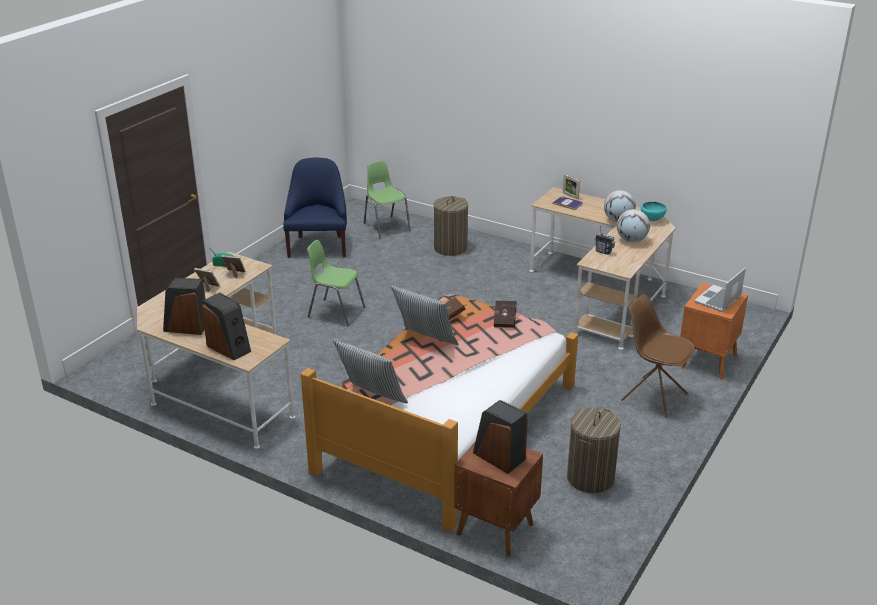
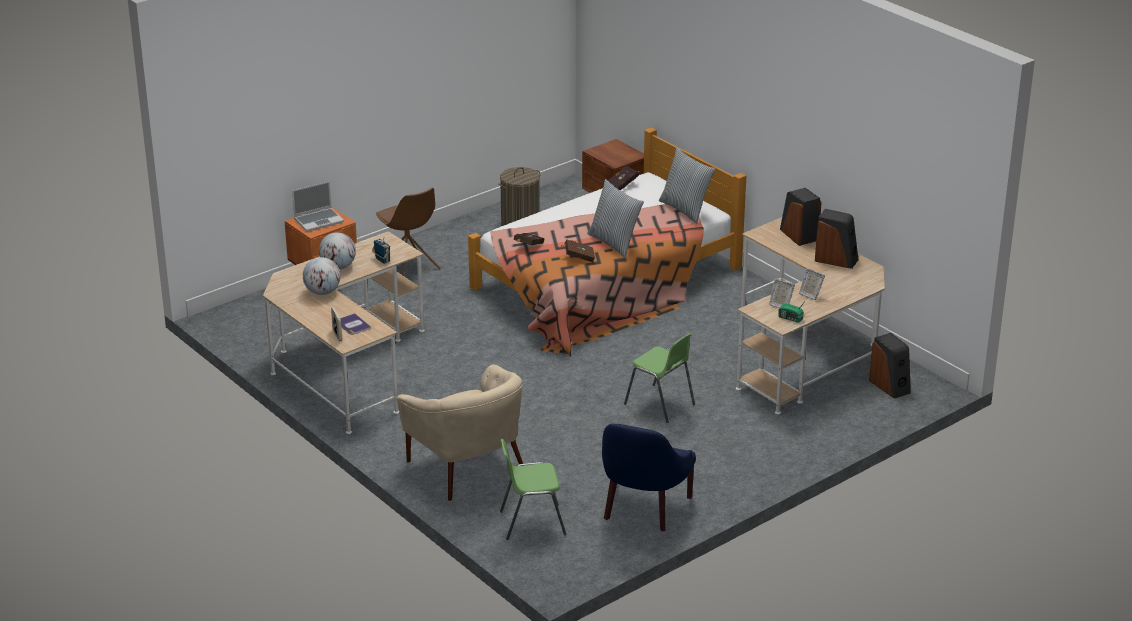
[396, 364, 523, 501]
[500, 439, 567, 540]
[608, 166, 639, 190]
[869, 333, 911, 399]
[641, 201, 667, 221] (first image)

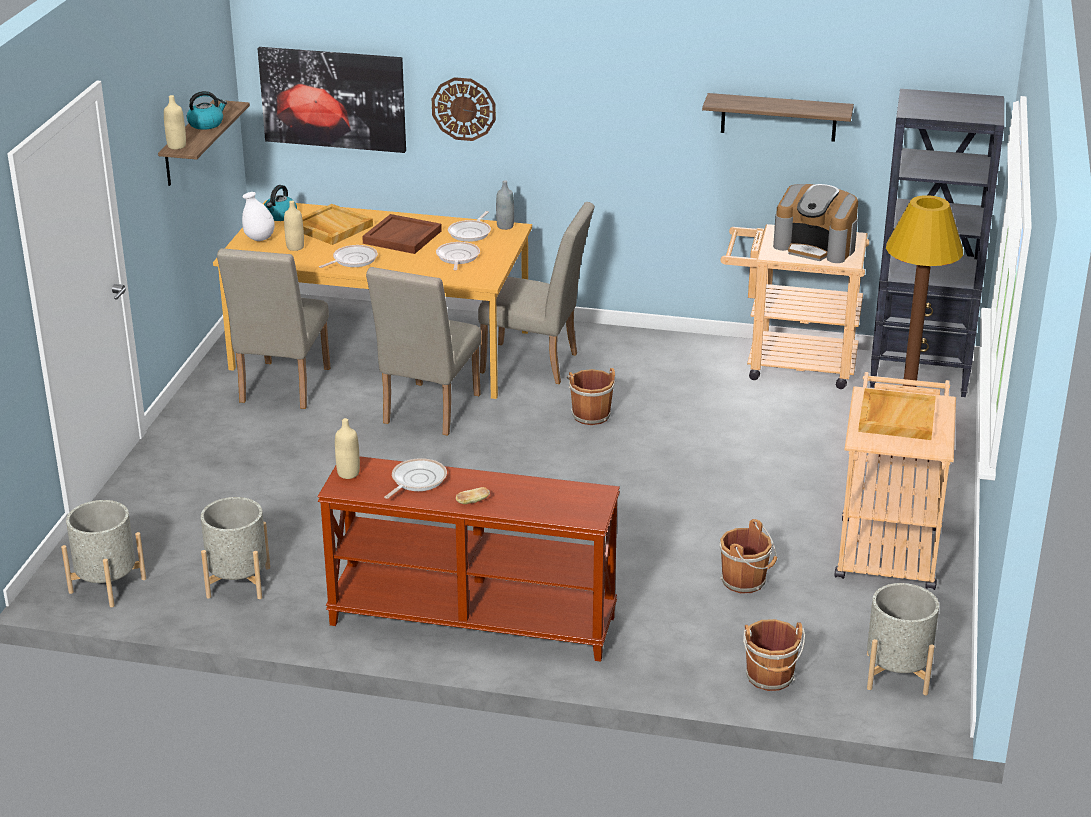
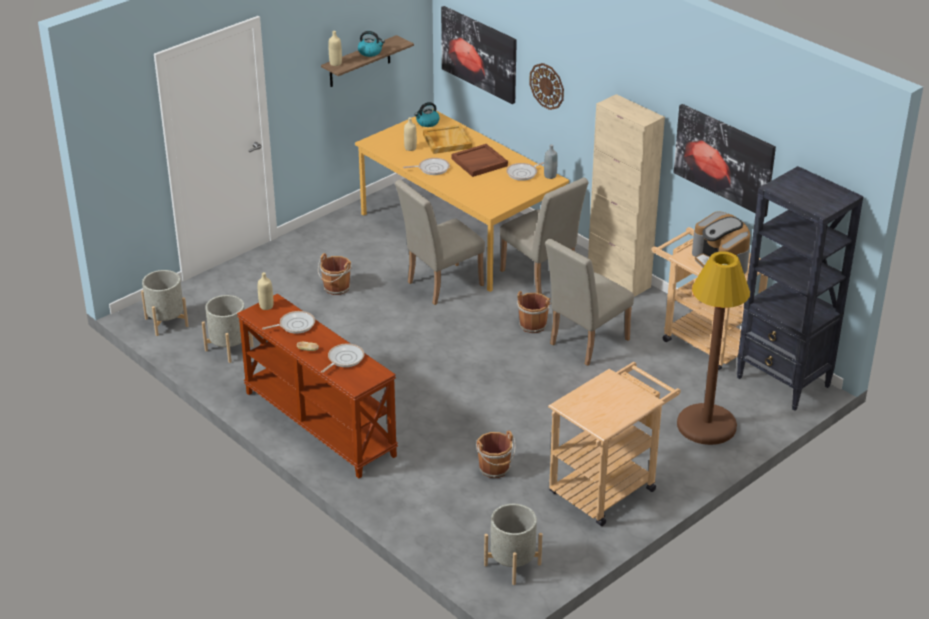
[318, 253, 352, 295]
[321, 343, 365, 373]
[545, 239, 634, 366]
[588, 94, 665, 297]
[673, 104, 776, 217]
[242, 192, 275, 241] (first image)
[858, 388, 936, 440] (first image)

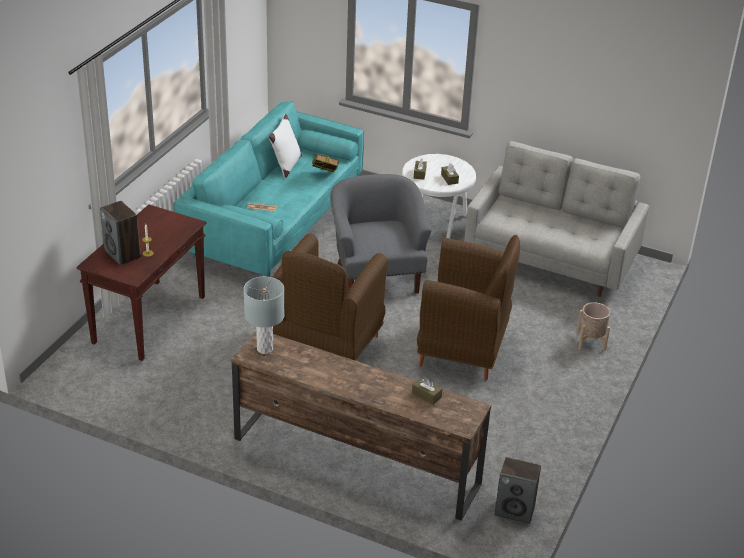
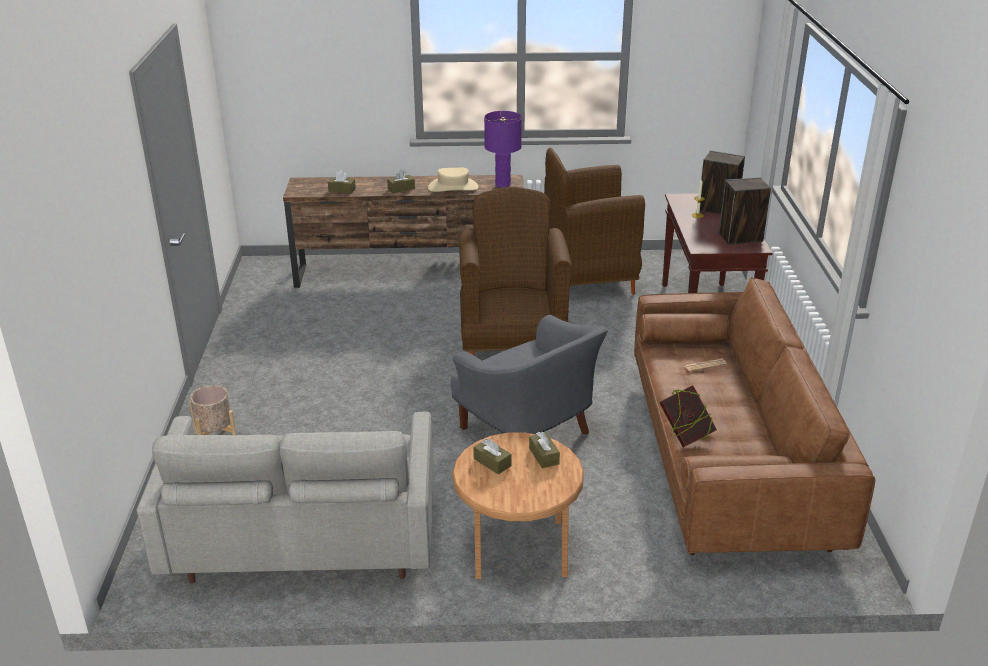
[387, 170, 415, 193]
[428, 168, 478, 192]
[452, 432, 584, 579]
[484, 111, 522, 187]
[544, 148, 645, 295]
[634, 277, 875, 555]
[719, 177, 771, 245]
[268, 114, 302, 178] (first image)

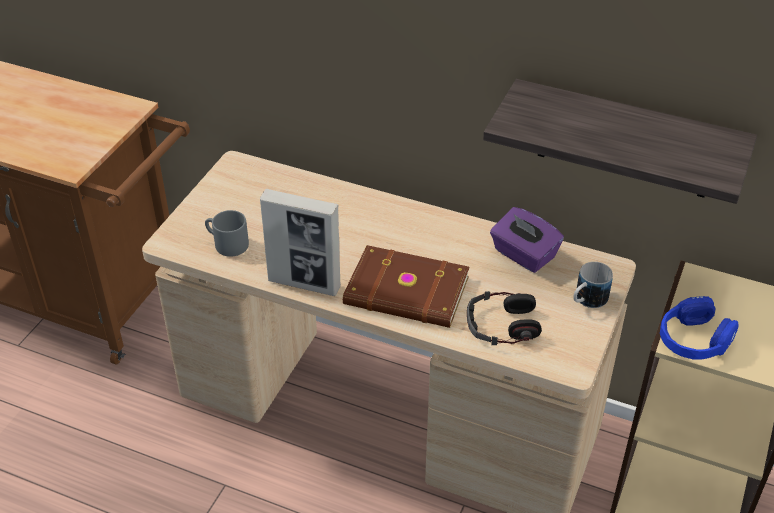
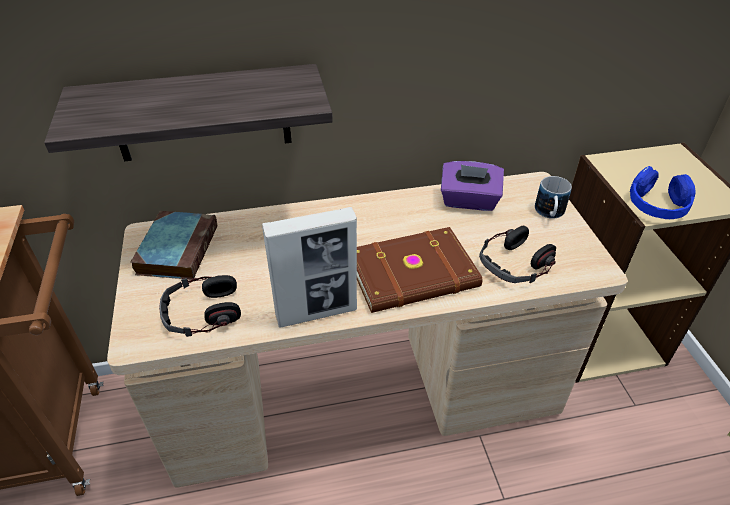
[44, 64, 333, 161]
[130, 211, 217, 280]
[159, 275, 241, 337]

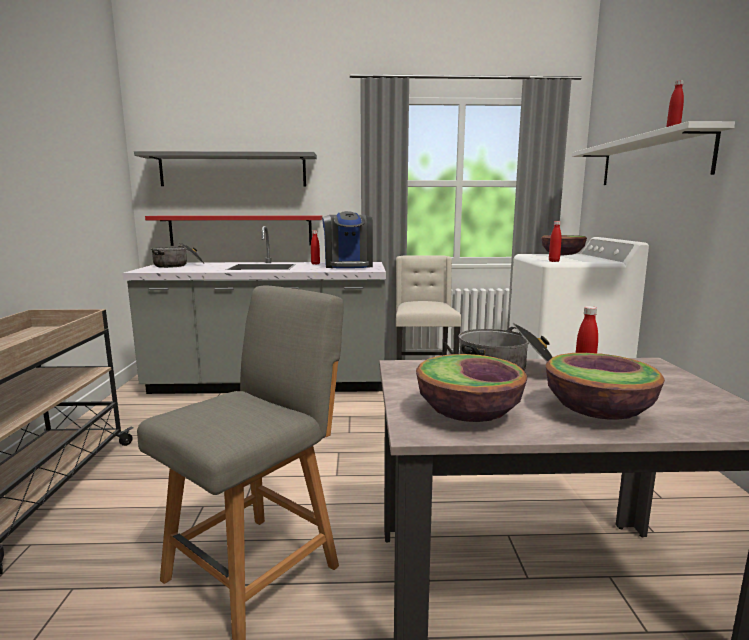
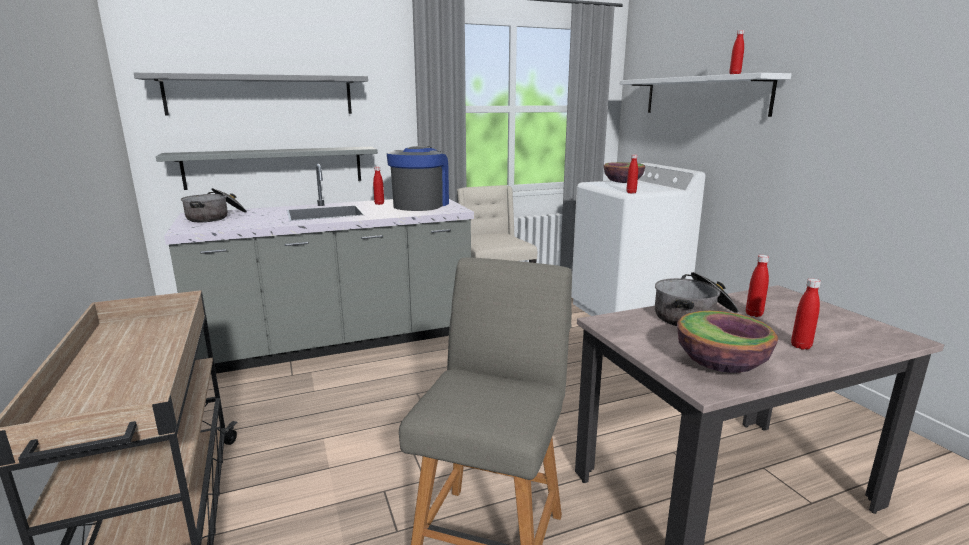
[156, 147, 378, 190]
[386, 146, 449, 211]
[791, 278, 821, 350]

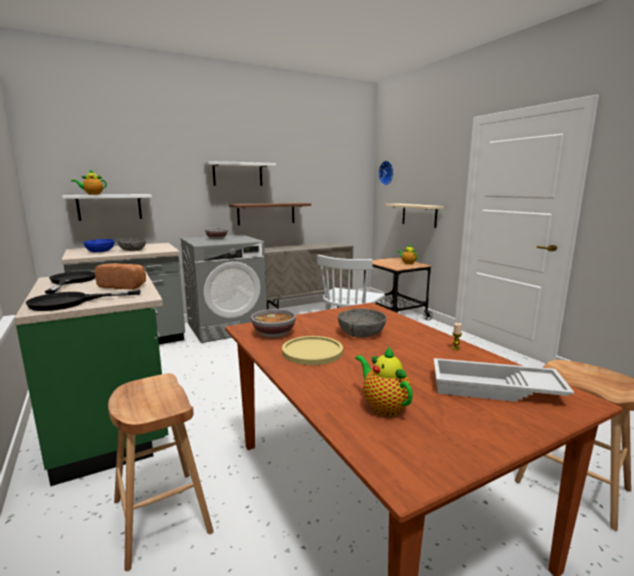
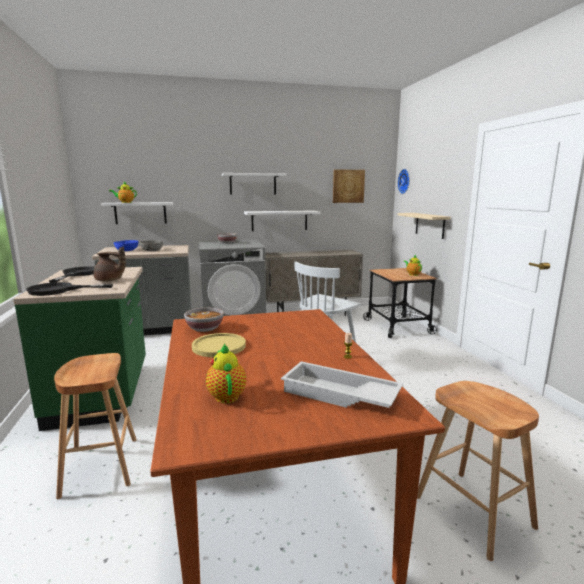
[94, 246, 126, 281]
[244, 210, 321, 231]
[333, 170, 365, 203]
[338, 309, 386, 338] (first image)

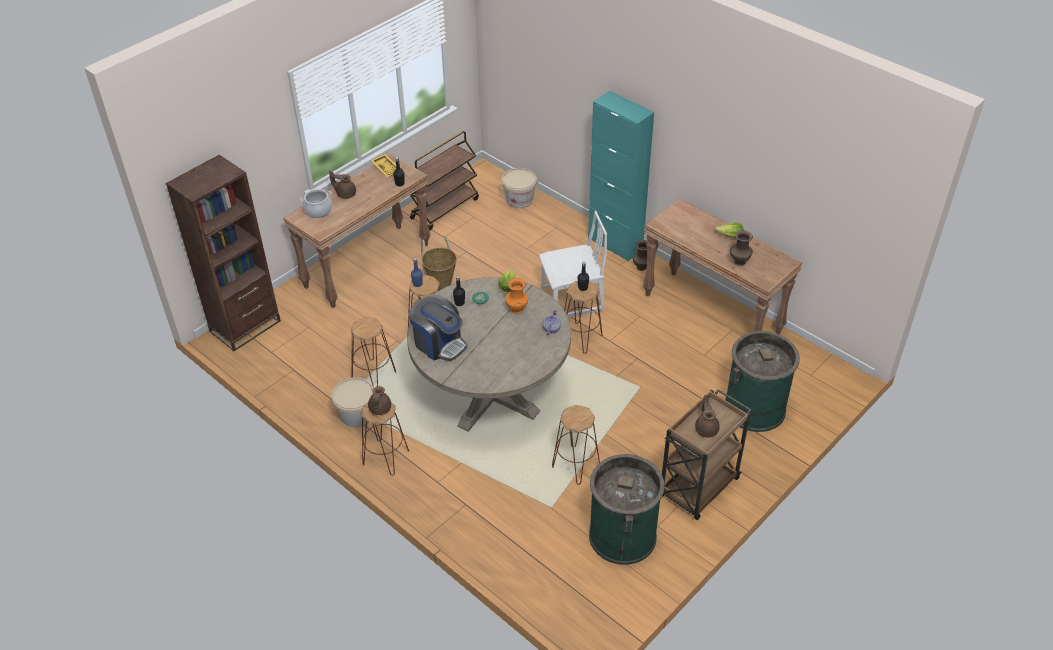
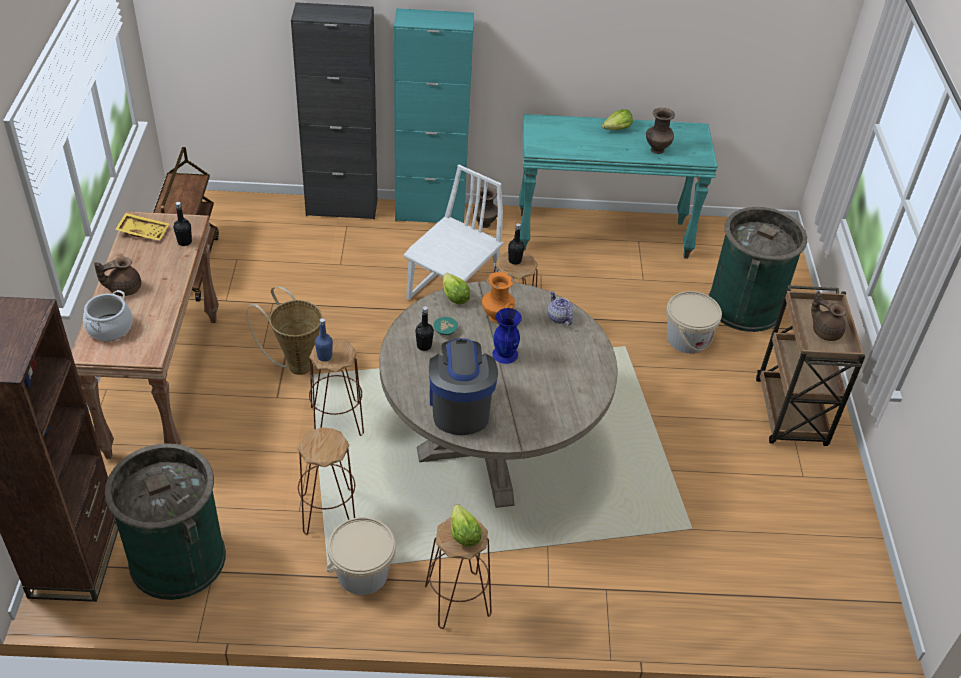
[105, 443, 226, 600]
[291, 2, 377, 220]
[429, 338, 498, 435]
[451, 504, 482, 547]
[492, 308, 522, 364]
[519, 114, 718, 259]
[666, 291, 722, 354]
[552, 405, 600, 485] (first image)

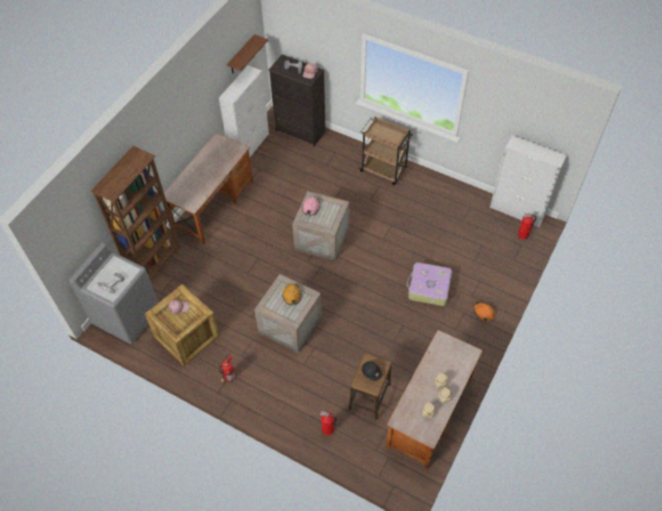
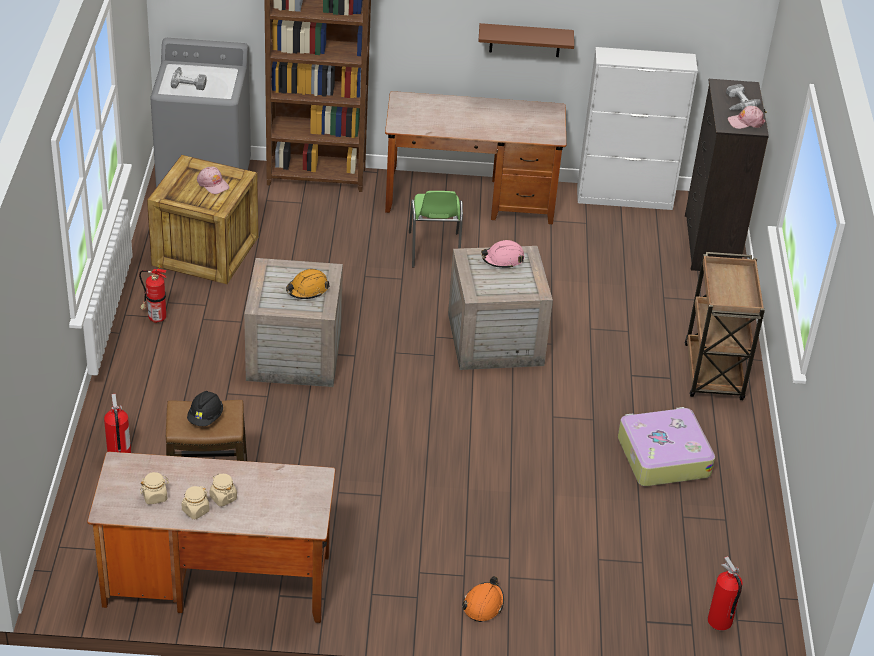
[409, 191, 463, 267]
[478, 23, 574, 57]
[618, 407, 715, 486]
[490, 135, 567, 227] (first image)

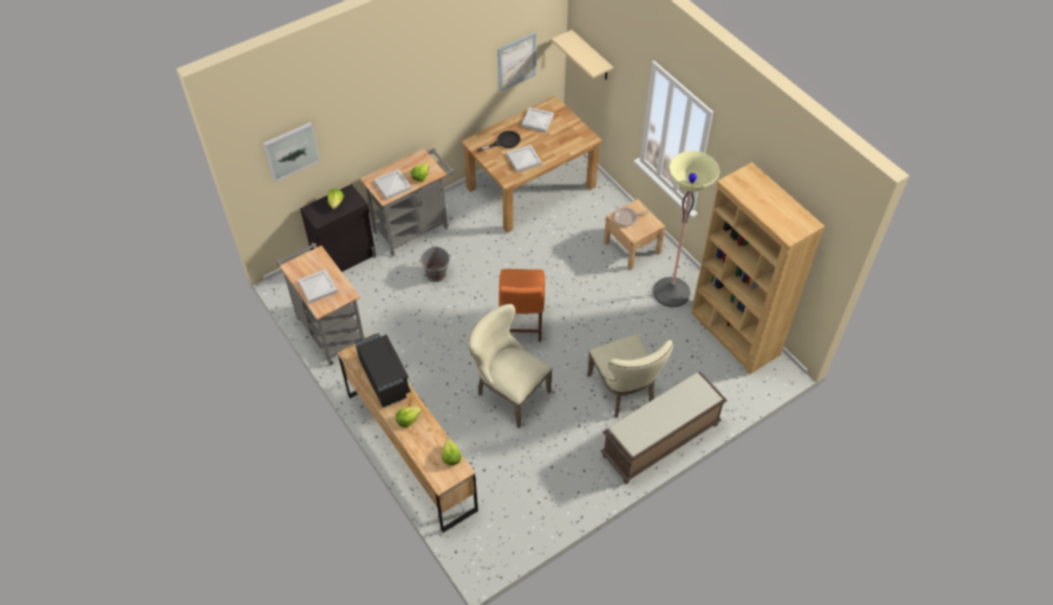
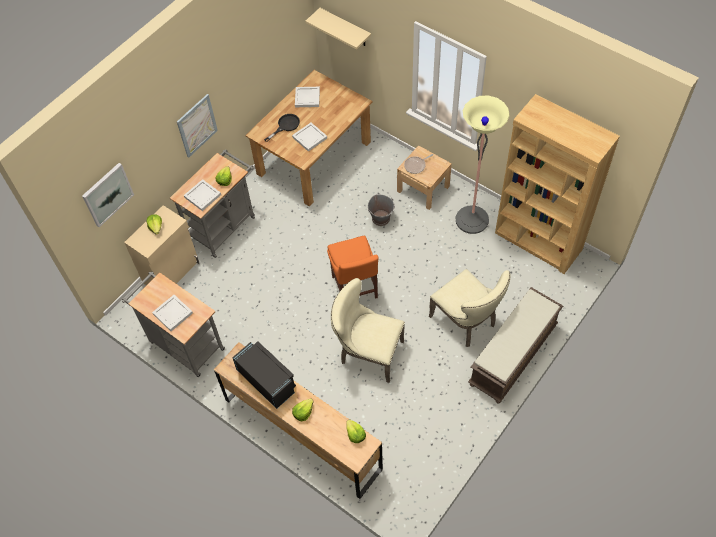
[124, 205, 199, 285]
[177, 94, 218, 158]
[368, 194, 395, 226]

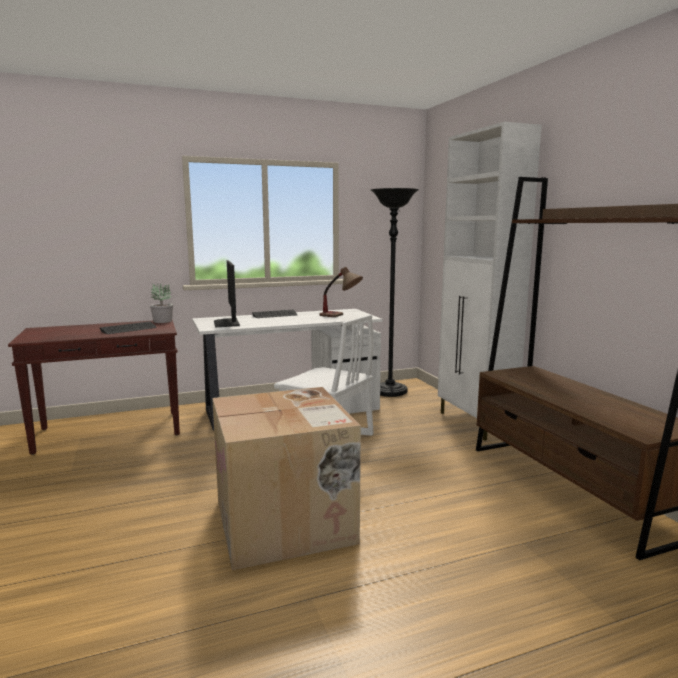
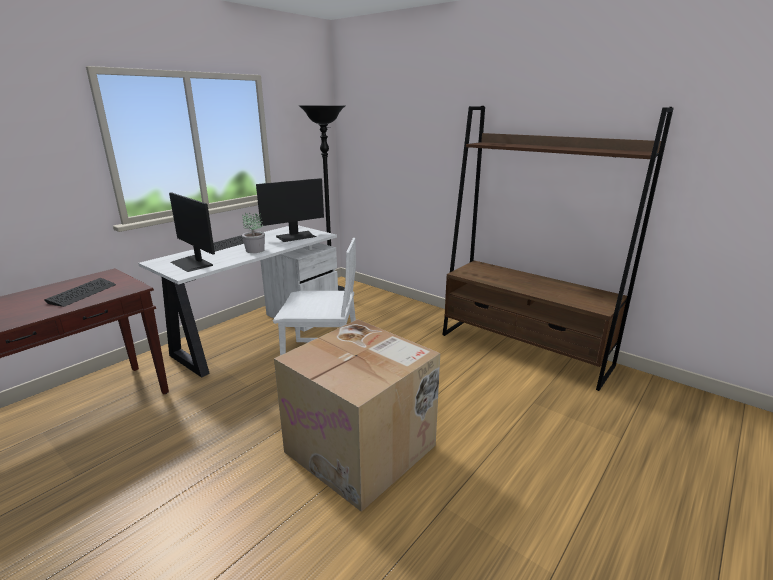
[242, 213, 265, 253]
[256, 178, 324, 242]
[438, 122, 542, 441] (first image)

